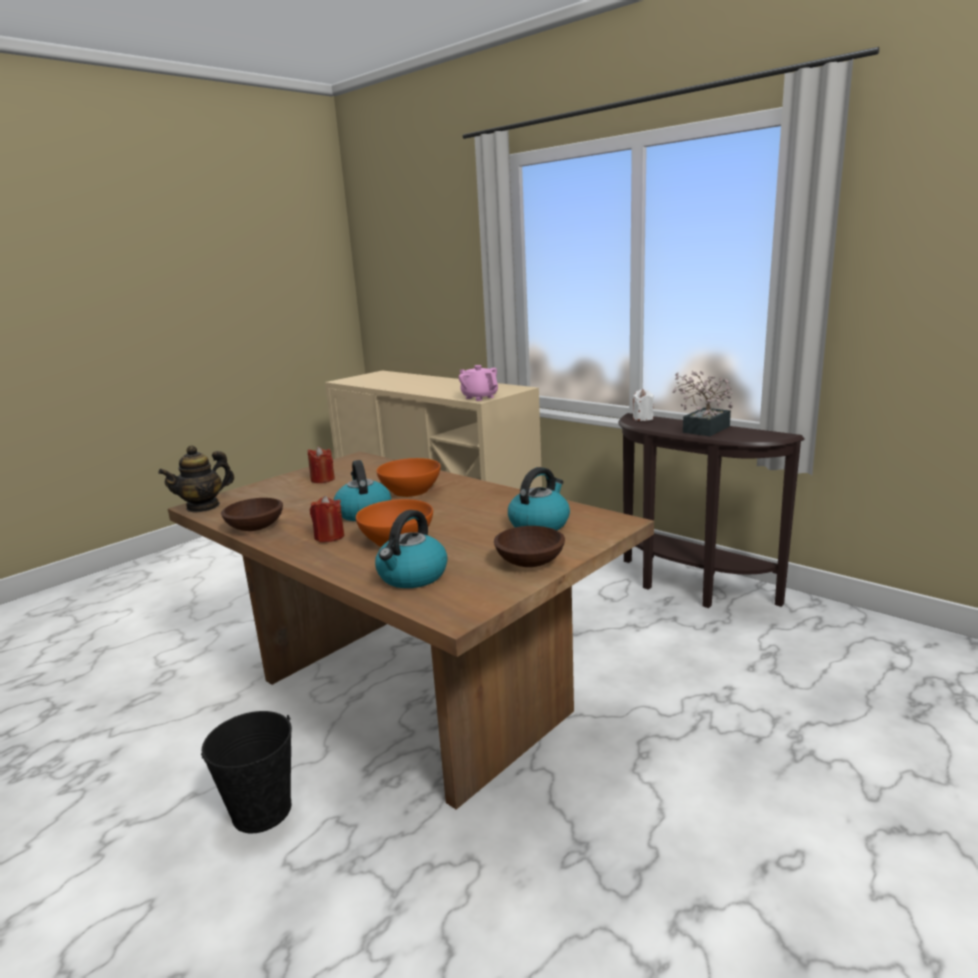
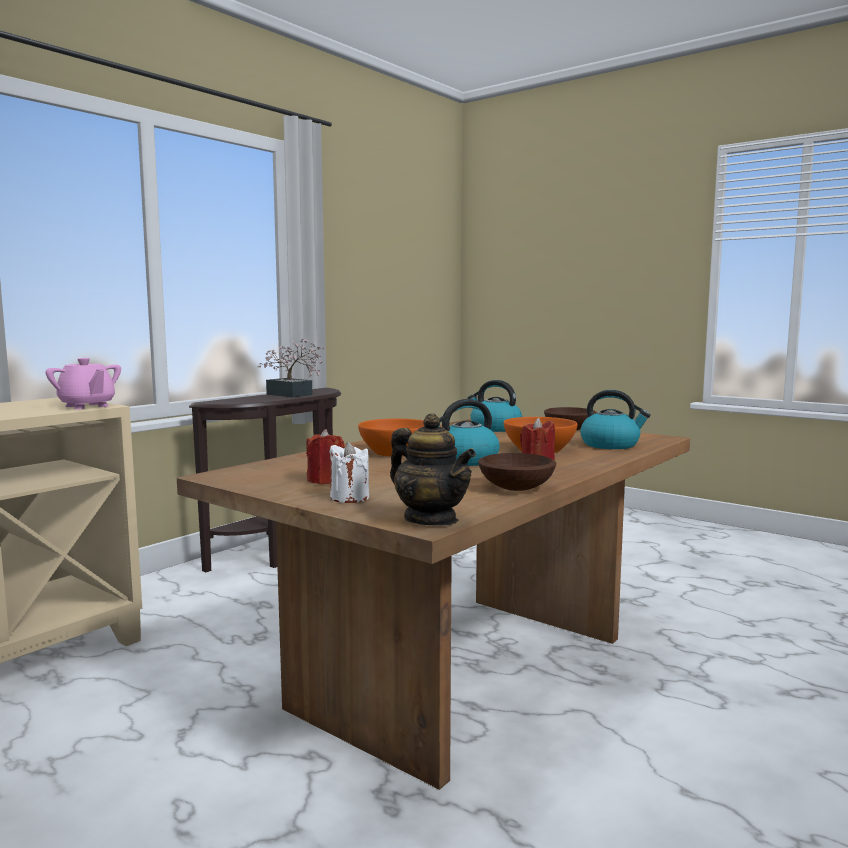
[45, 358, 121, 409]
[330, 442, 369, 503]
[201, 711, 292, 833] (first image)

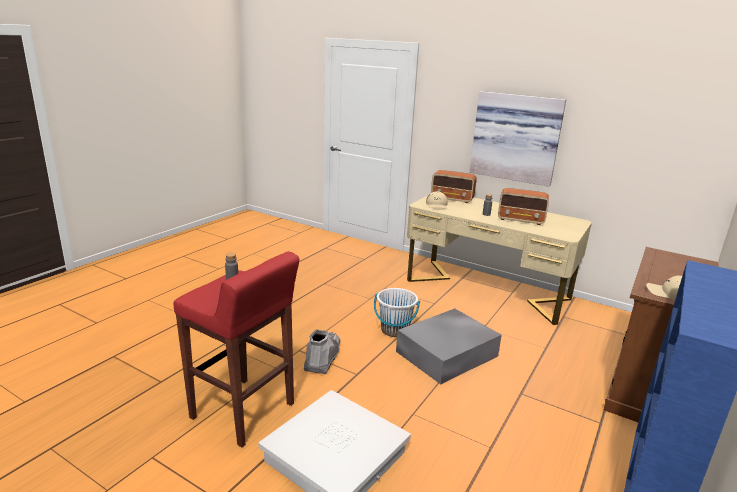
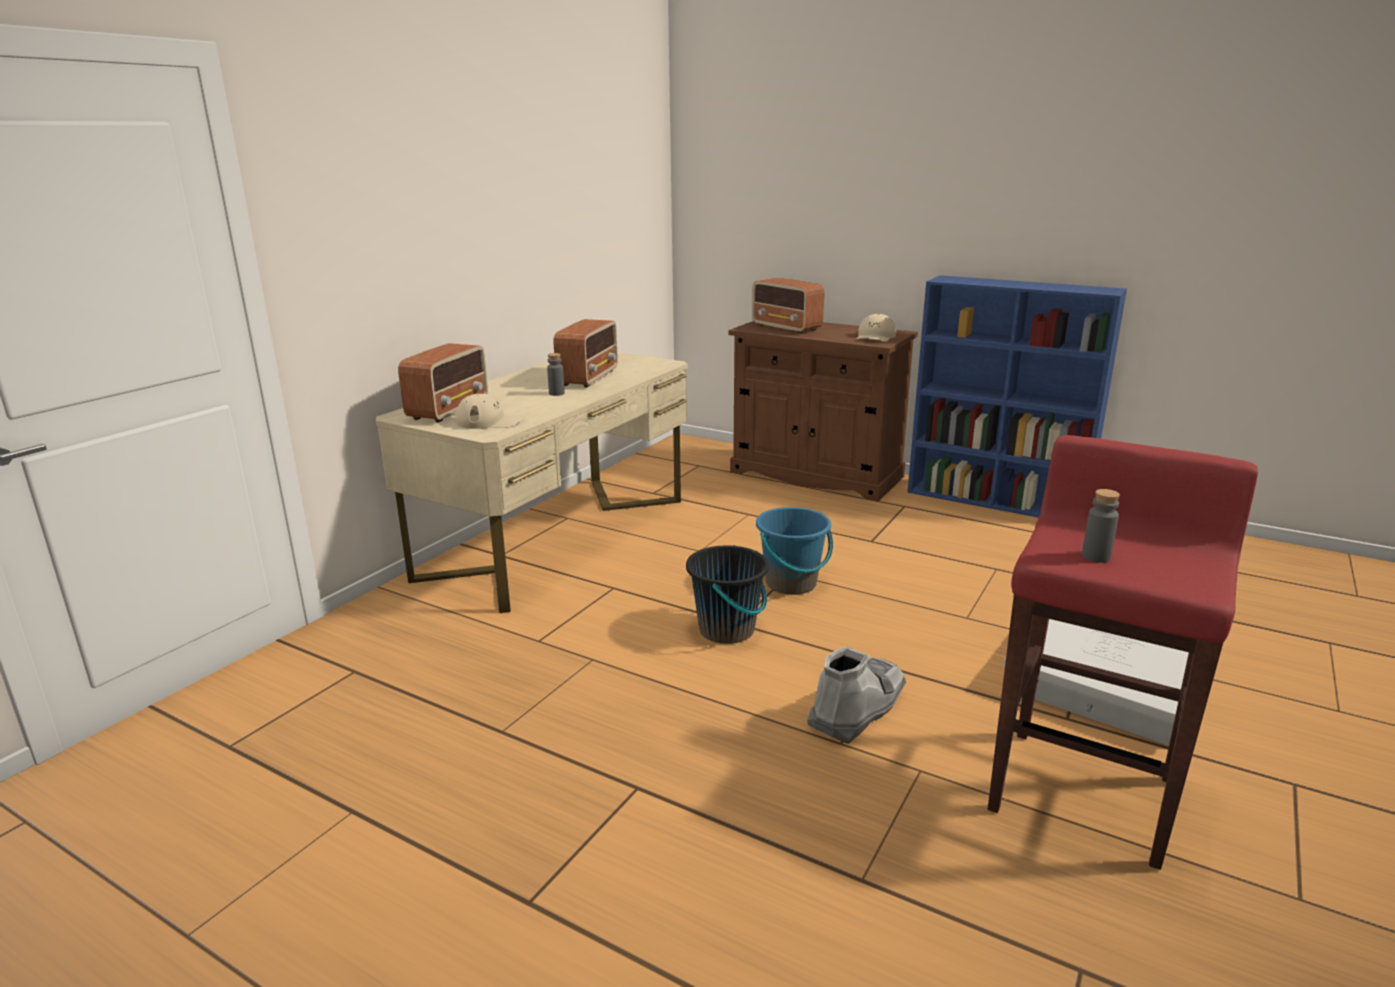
[686, 545, 769, 644]
[752, 278, 824, 334]
[756, 507, 833, 595]
[807, 646, 906, 744]
[470, 91, 566, 187] (first image)

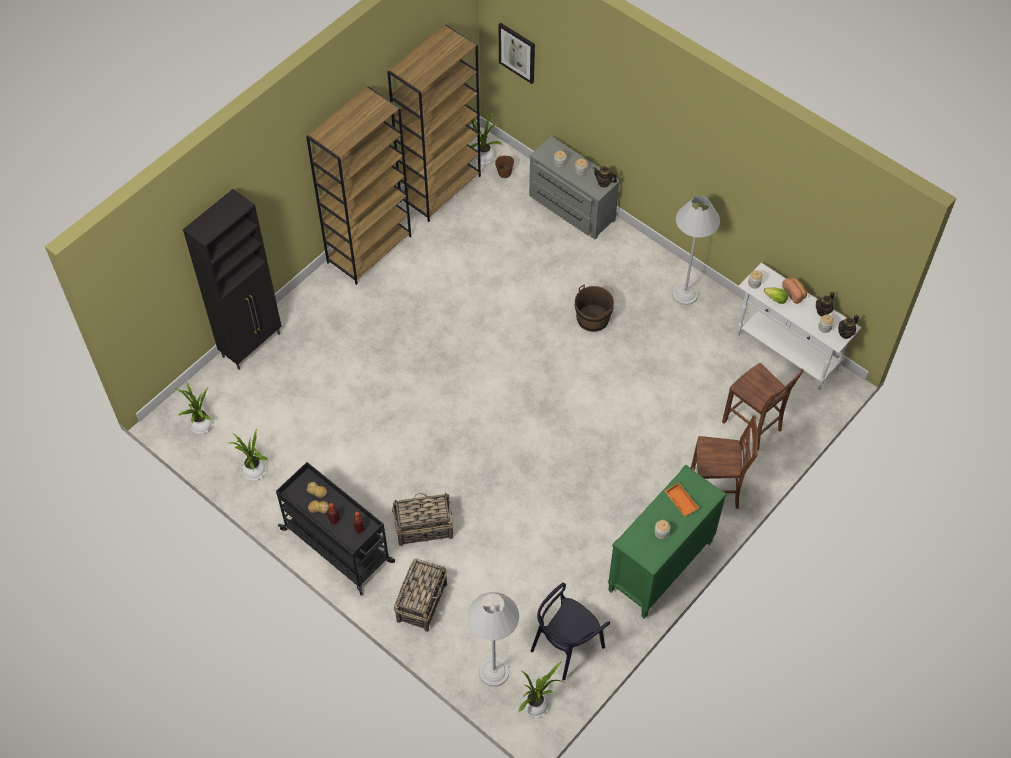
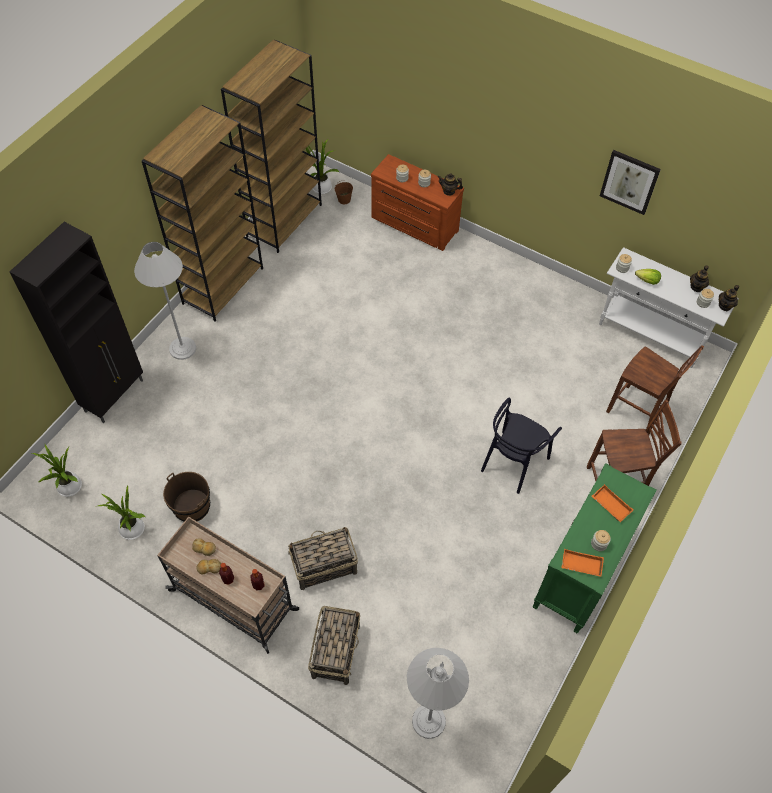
[134, 242, 196, 360]
[157, 517, 299, 654]
[163, 472, 210, 522]
[371, 154, 464, 251]
[481, 398, 562, 494]
[561, 549, 604, 577]
[600, 150, 661, 215]
[519, 661, 565, 717] (first image)
[782, 278, 807, 304] (first image)

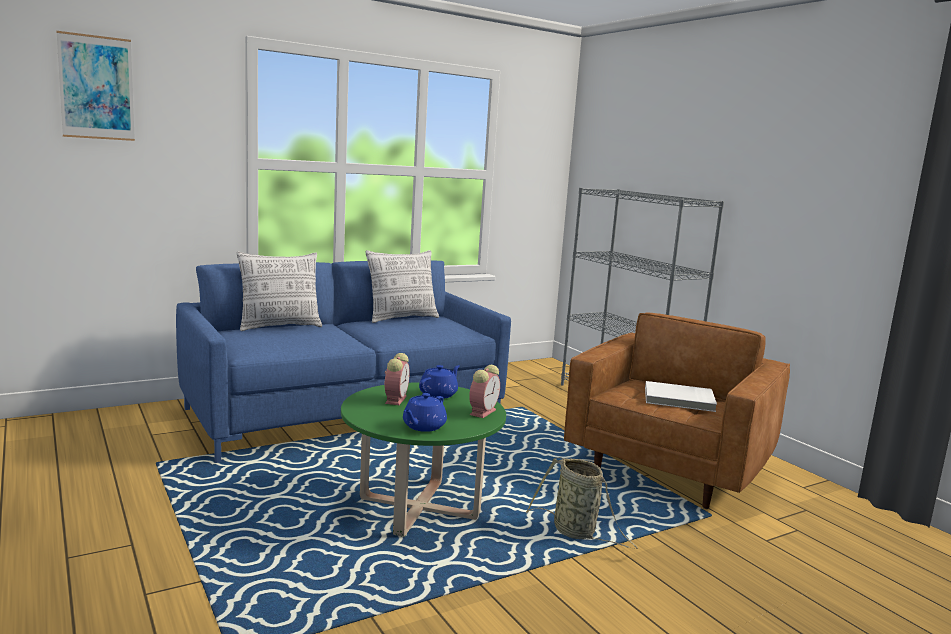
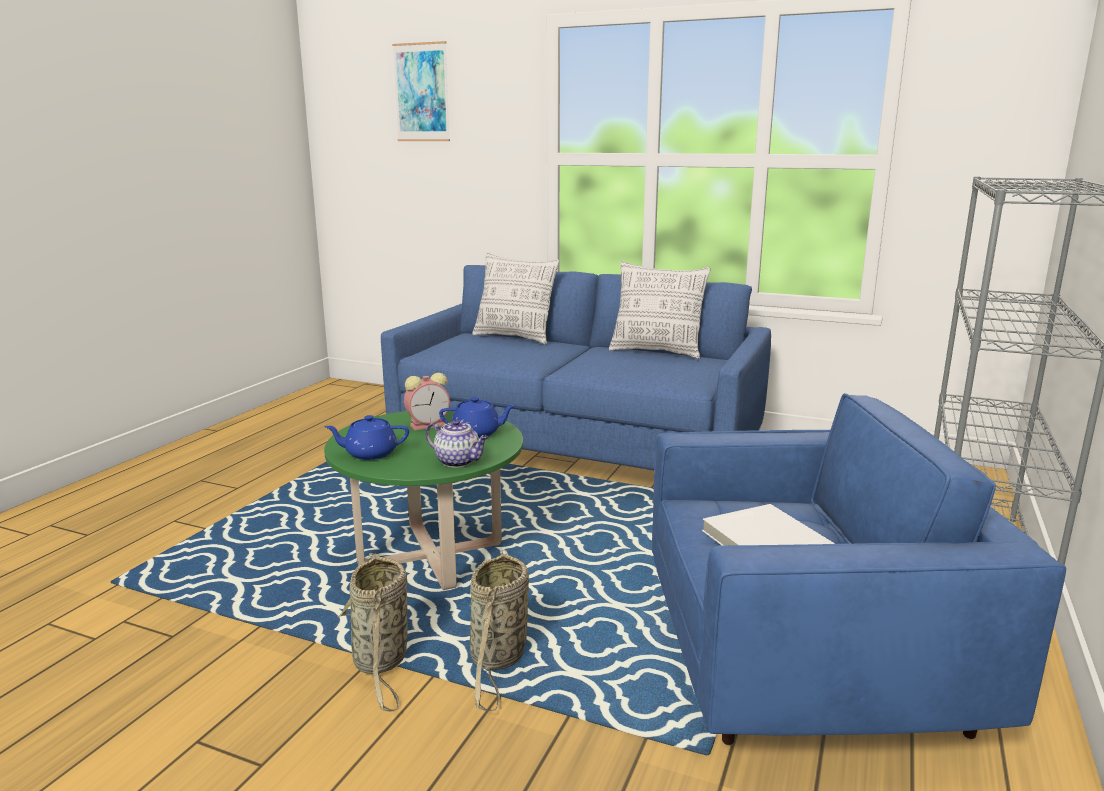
[337, 553, 408, 712]
[426, 419, 489, 468]
[652, 393, 1066, 745]

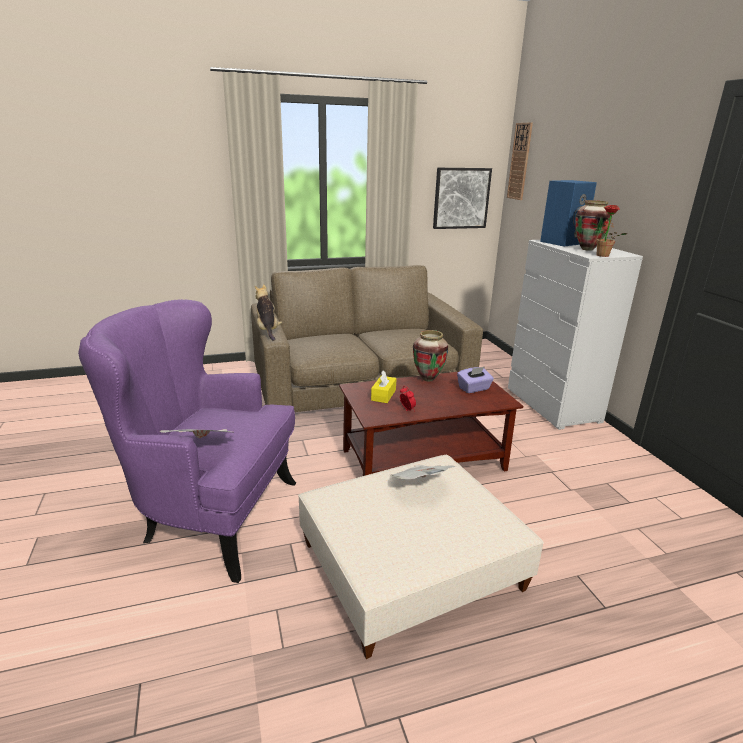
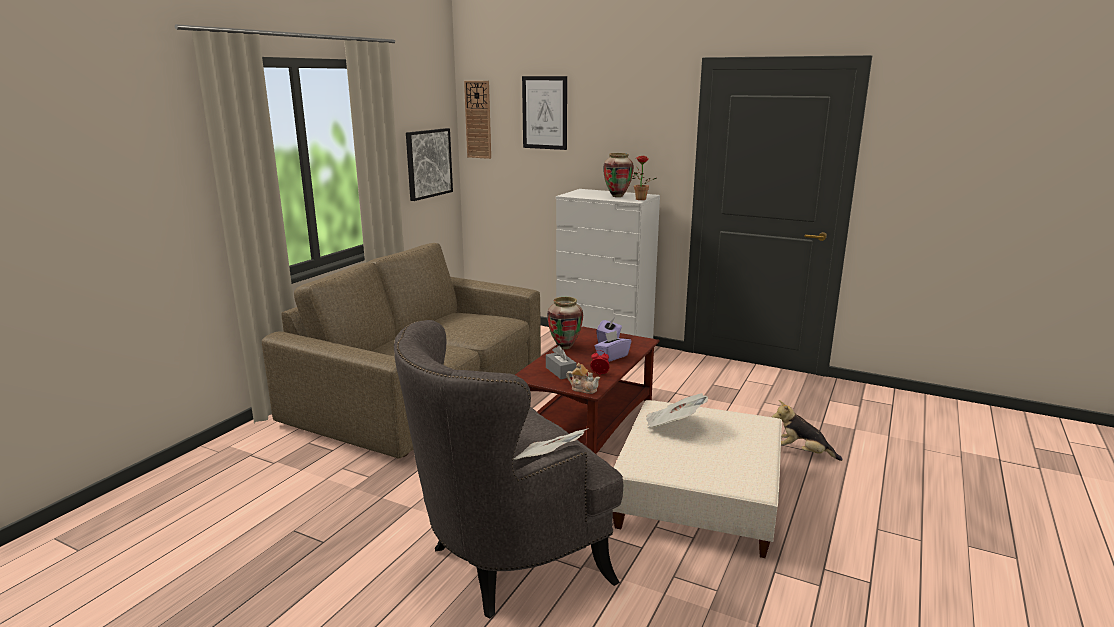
[394, 320, 624, 619]
[522, 76, 567, 150]
[546, 346, 577, 379]
[566, 363, 600, 394]
[595, 331, 631, 362]
[772, 400, 842, 461]
[540, 180, 597, 247] (first image)

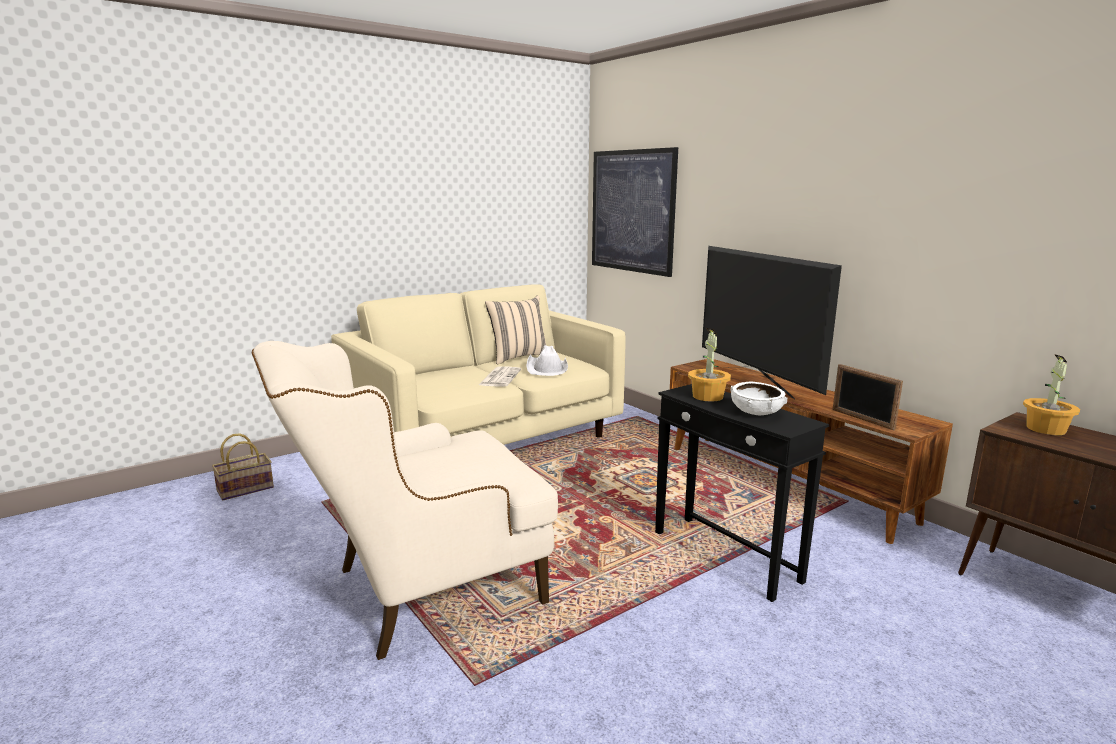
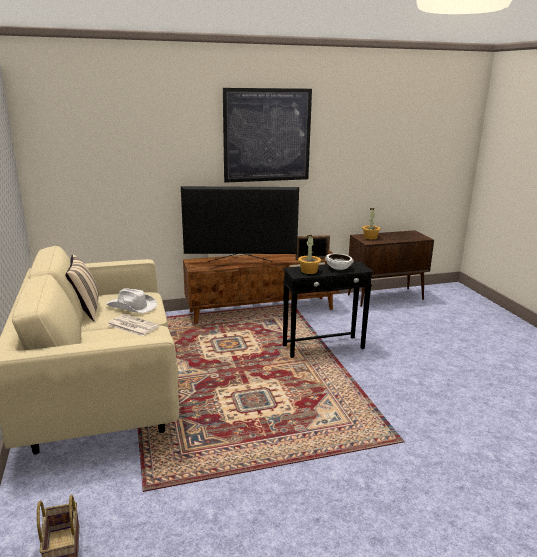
[223, 88, 312, 183]
[252, 341, 558, 660] (first image)

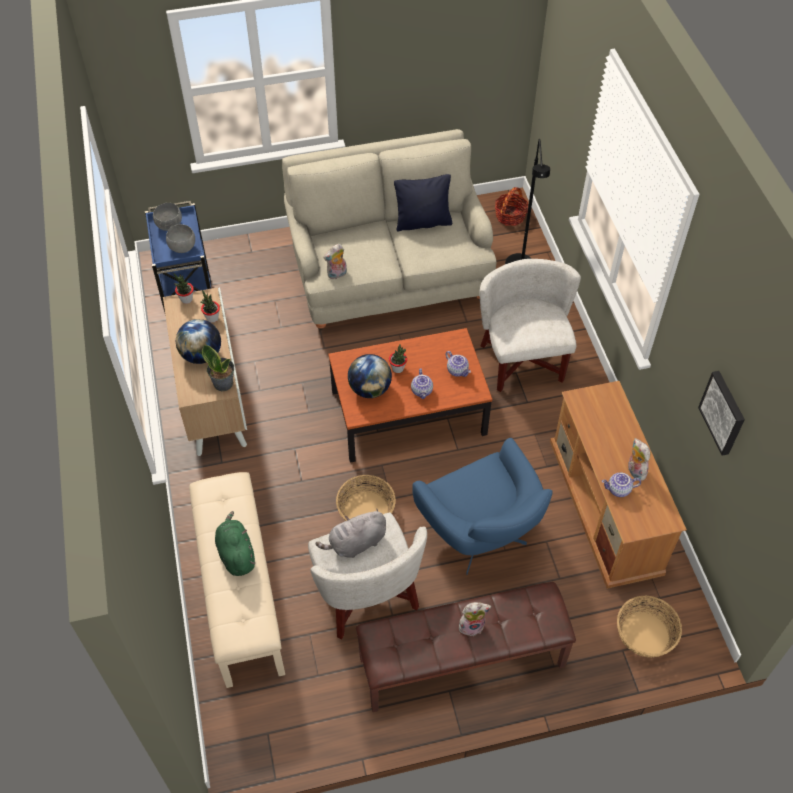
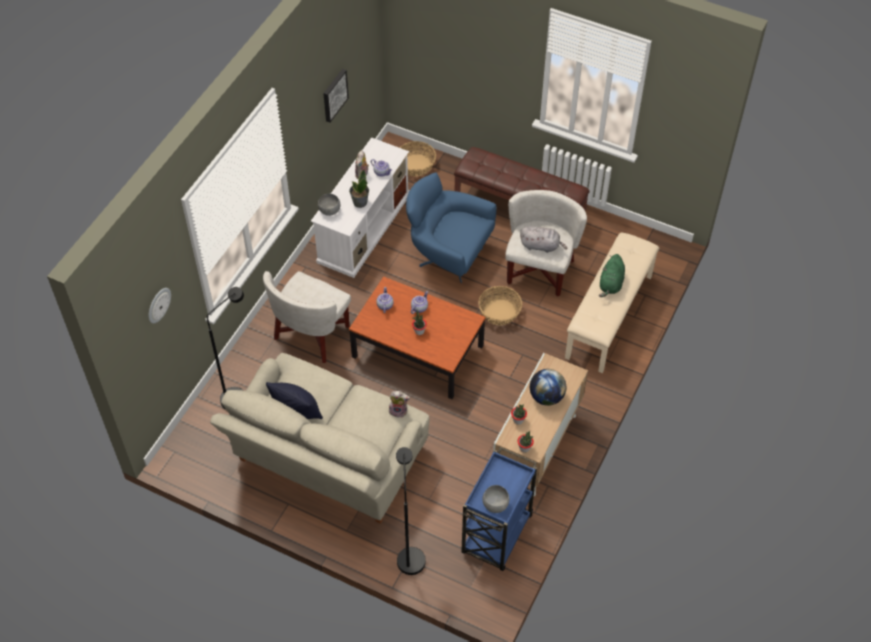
[149, 288, 171, 323]
[311, 137, 410, 278]
[318, 194, 340, 216]
[349, 169, 369, 208]
[396, 447, 426, 575]
[406, 172, 497, 283]
[348, 354, 392, 398] (first image)
[459, 602, 491, 636] (first image)
[495, 187, 528, 226] (first image)

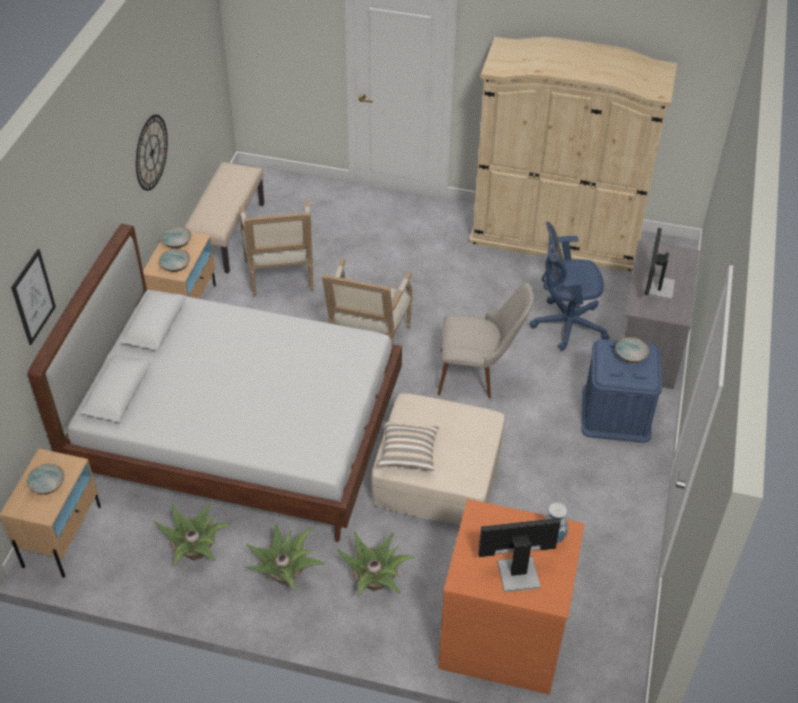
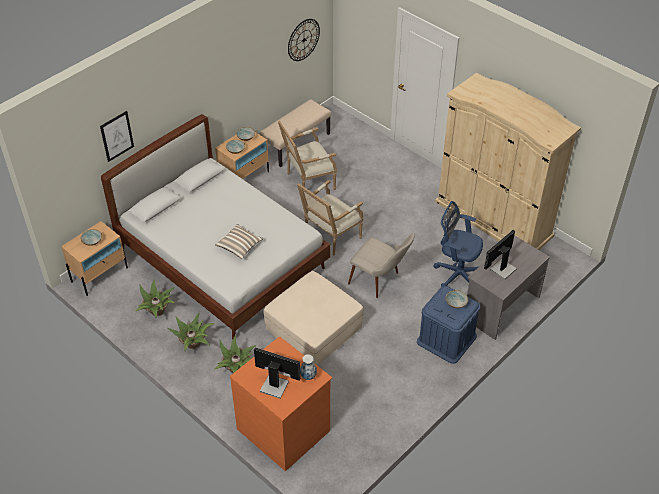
[215, 224, 264, 259]
[278, 121, 337, 190]
[288, 19, 320, 61]

